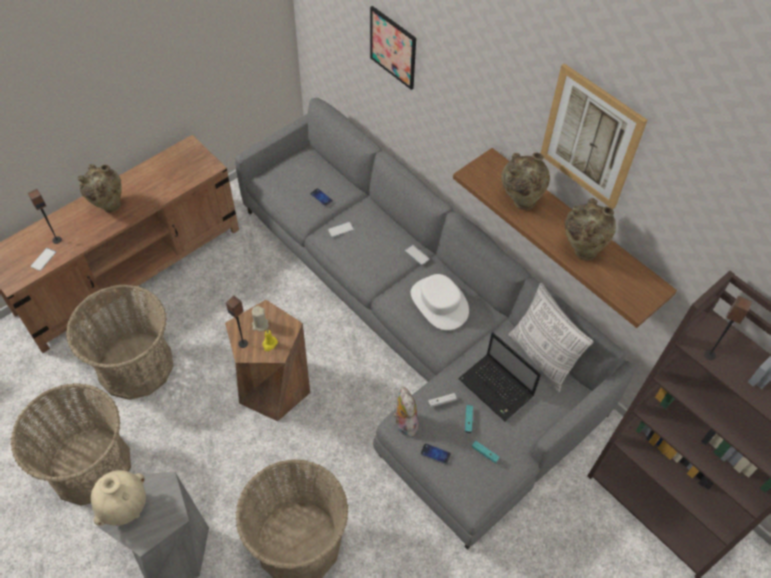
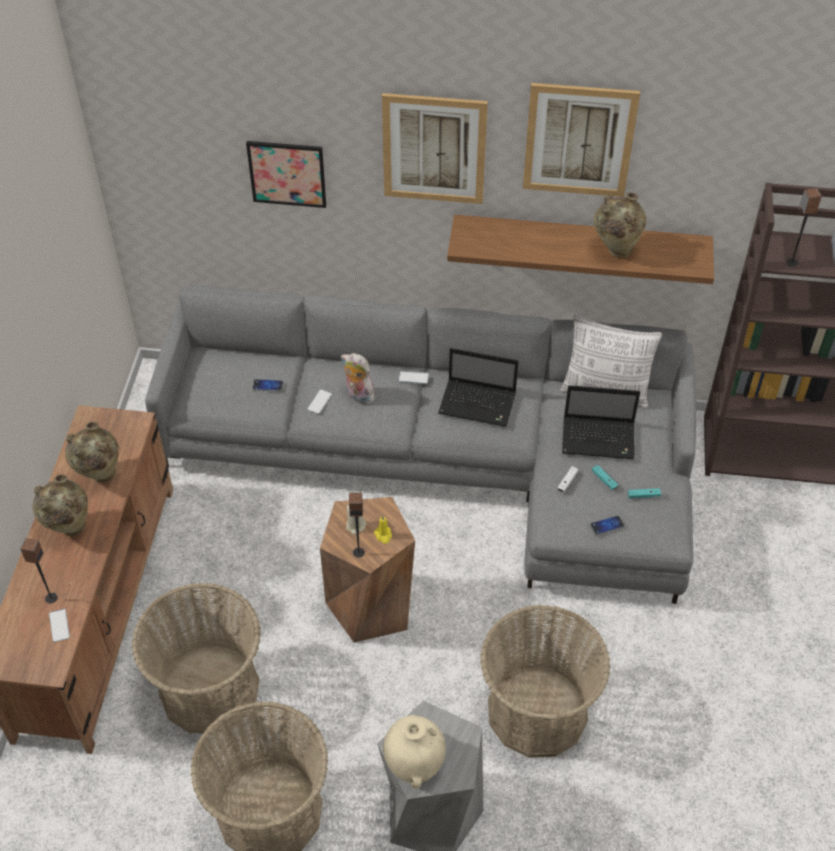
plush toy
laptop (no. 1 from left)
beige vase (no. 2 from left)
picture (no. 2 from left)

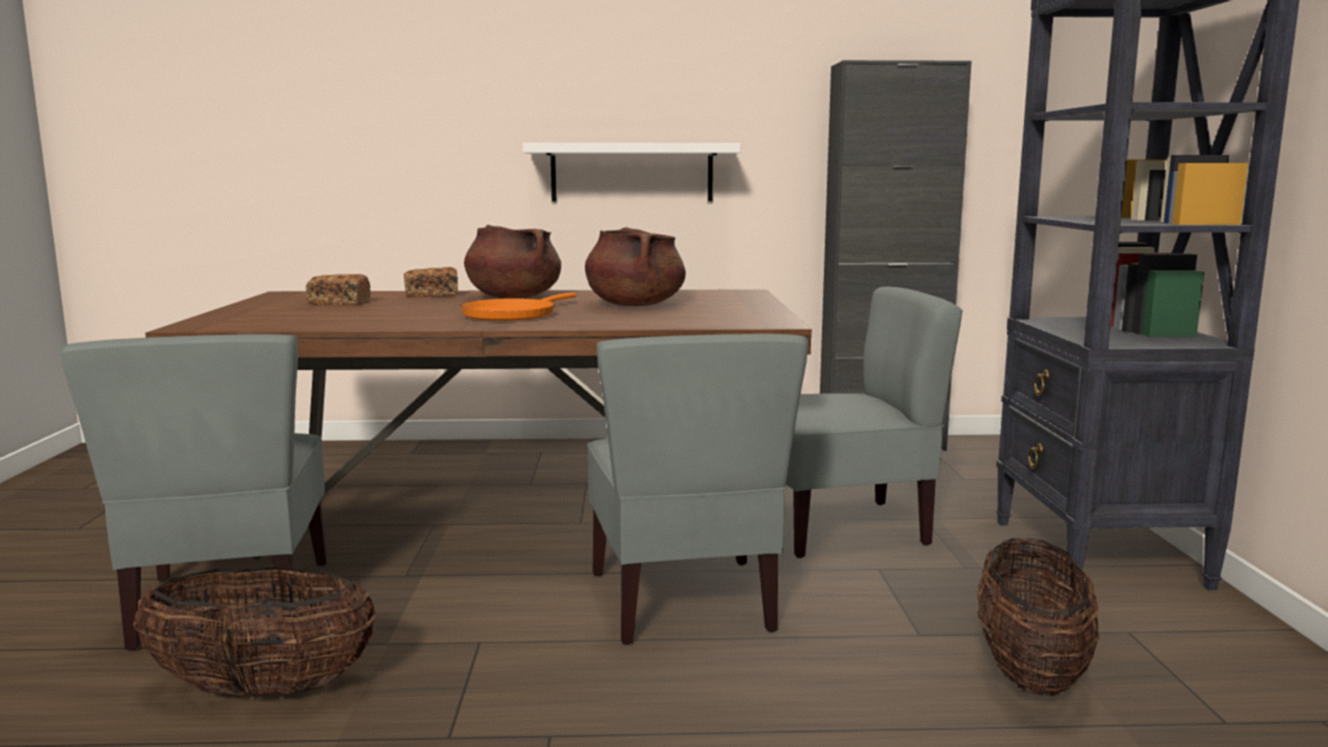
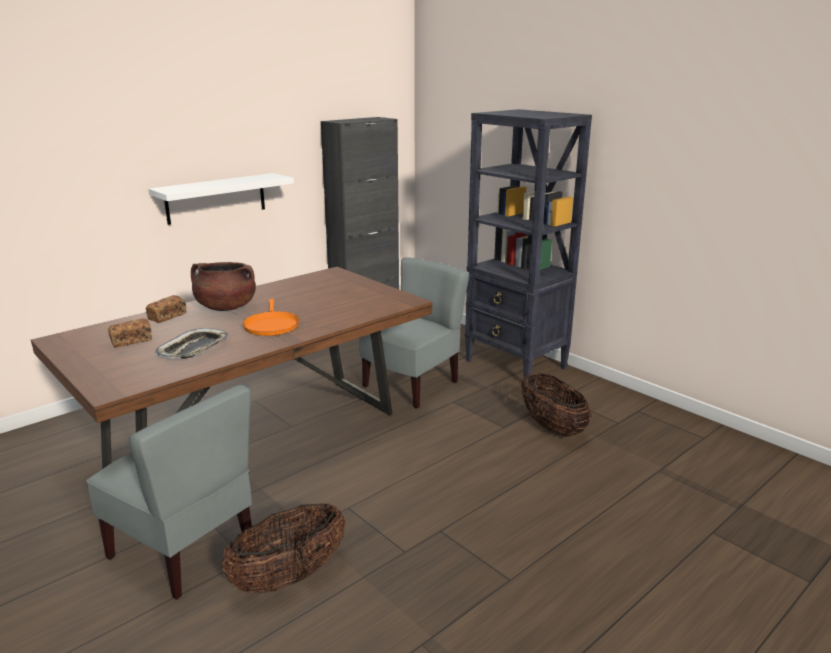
brown stockpot (no. 2 from left in the first image)
gray plain chair (no. 2 from left in the first image)
carrying tray

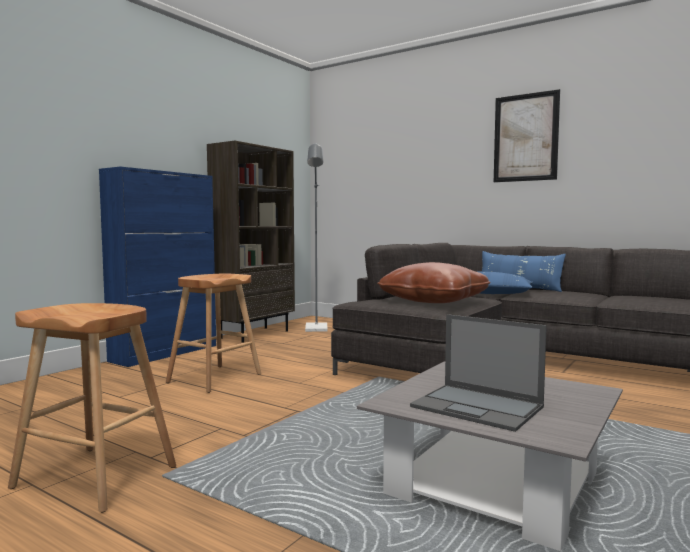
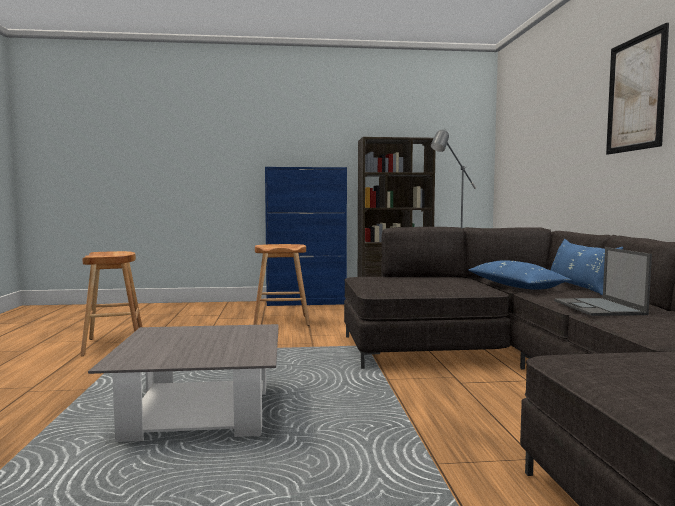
brown pillow
laptop

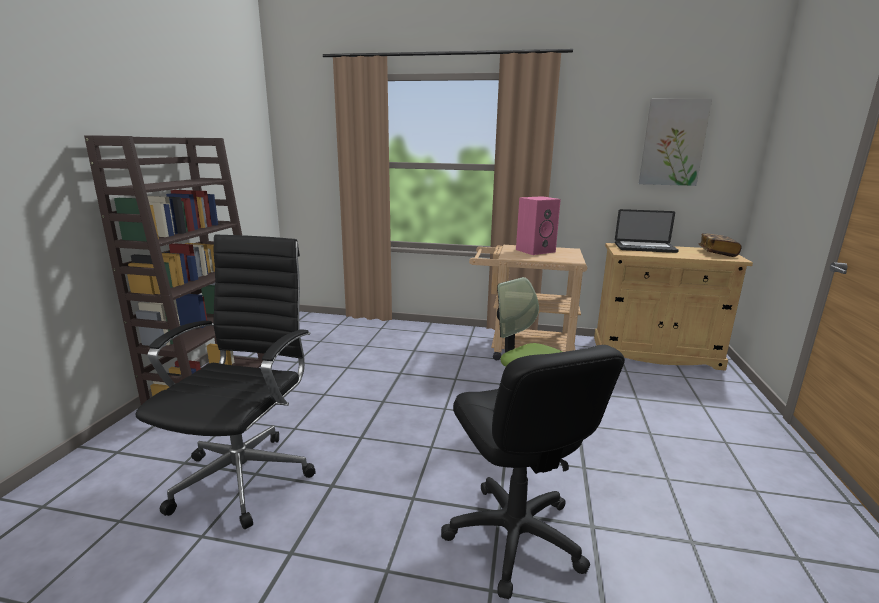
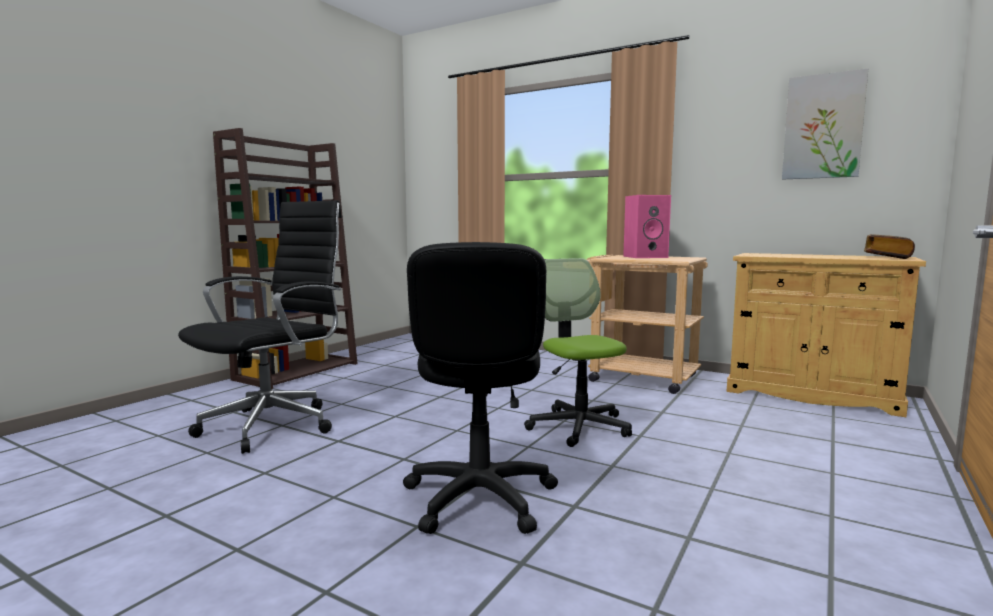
laptop

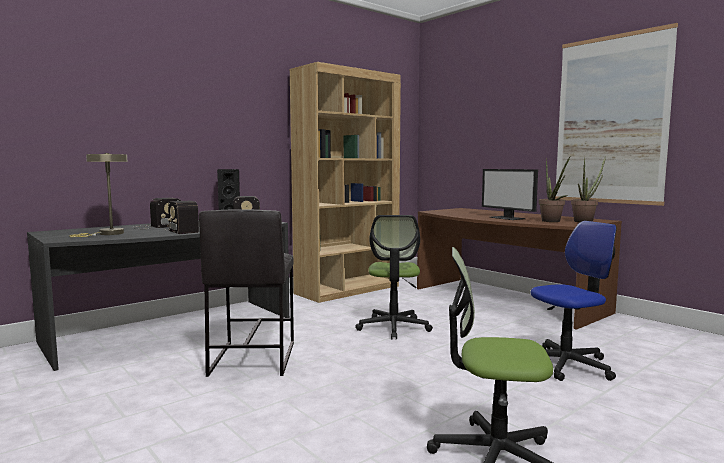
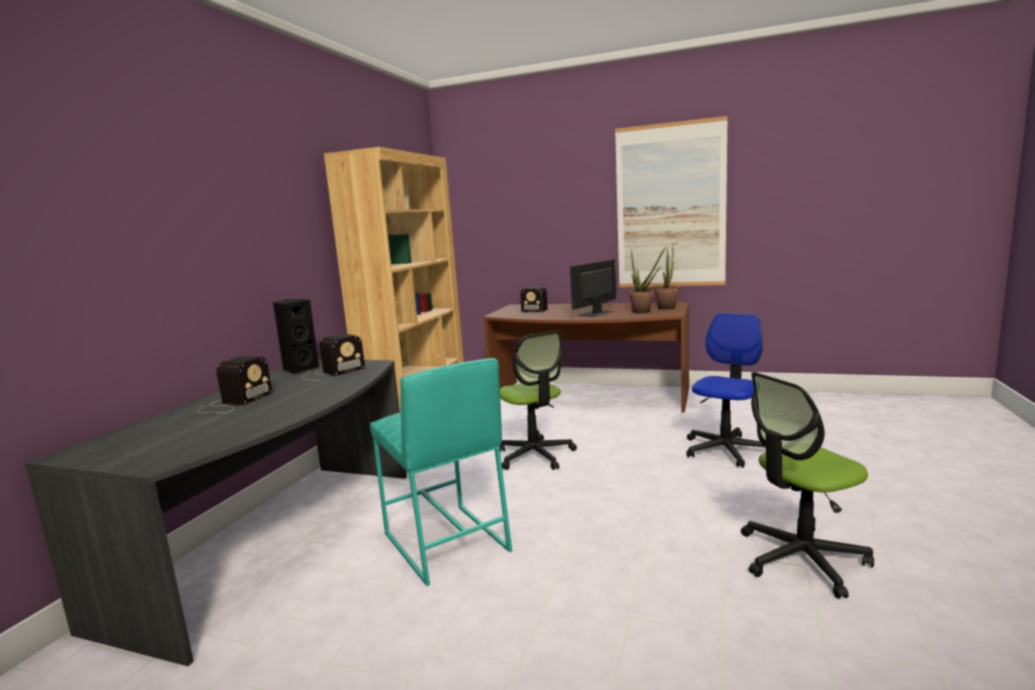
beige lamp for a table
radio (no. 3 from left)
turquoise-coloured sitting stool
computer display

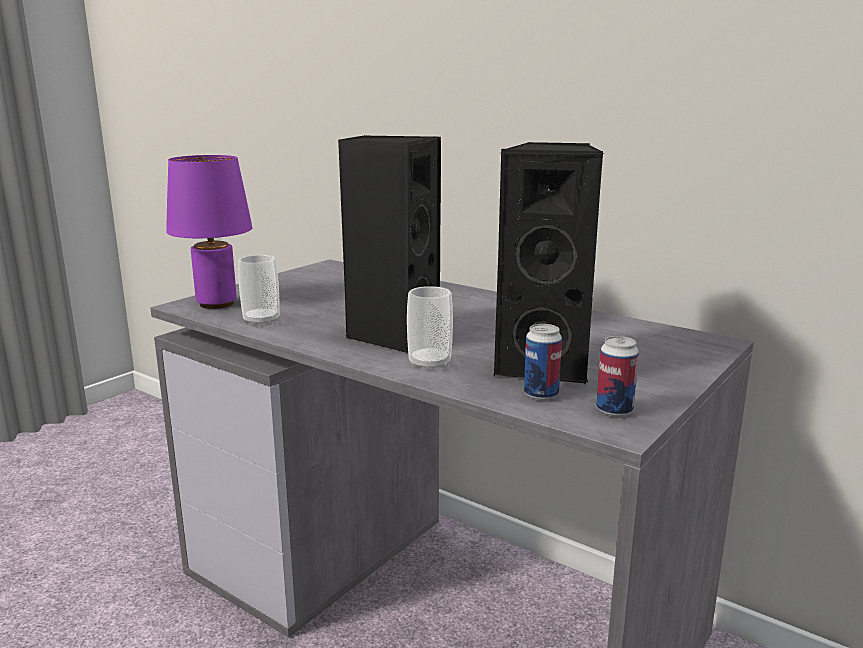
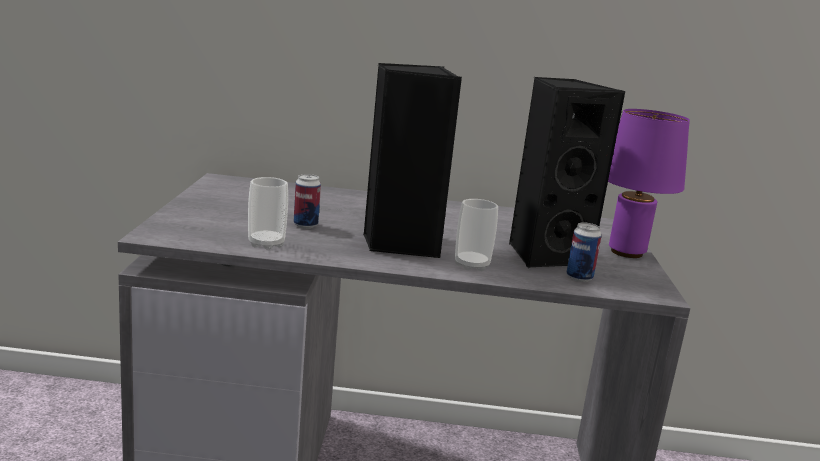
purple-coloured lamp for a table
can (no. 1 from left)

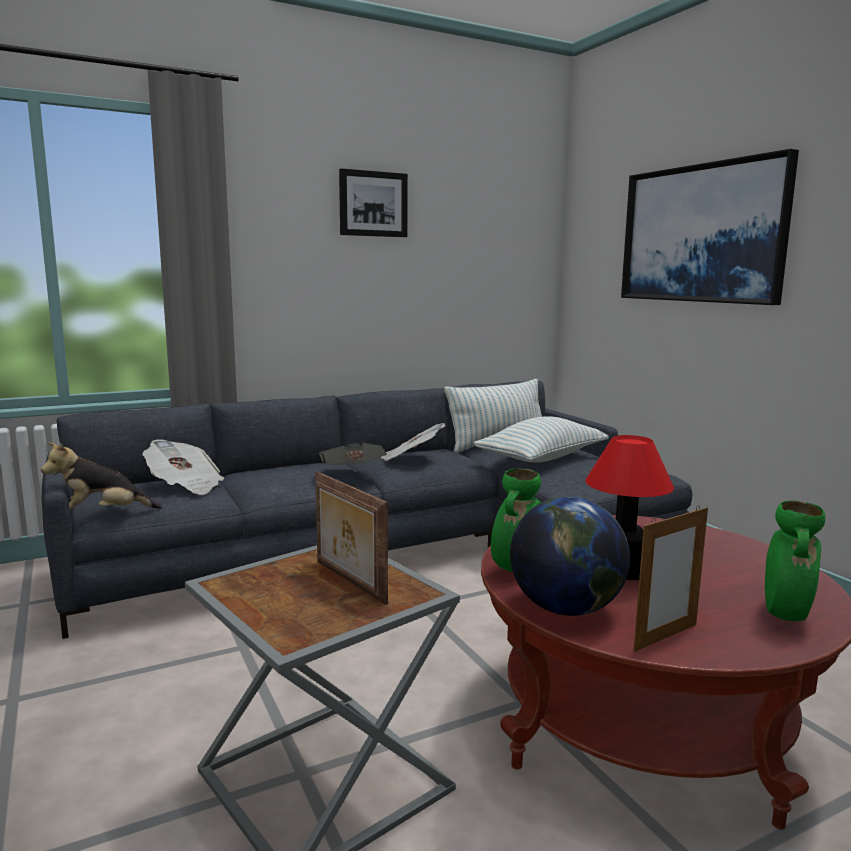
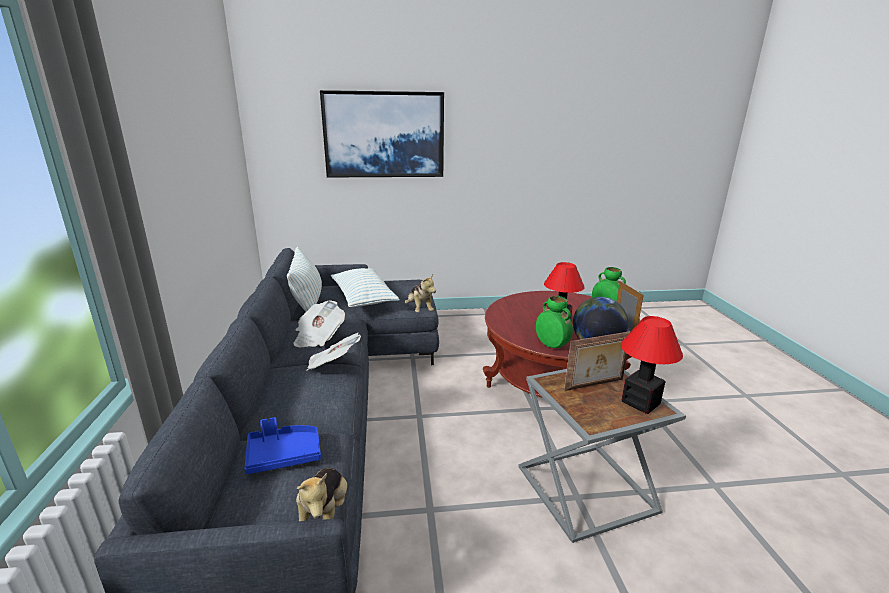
blue-coloured carrying tray
picture (no. 1 from left in the first image)
plush toy (no. 2 from left)
lamp for a table (no. 2 from left)

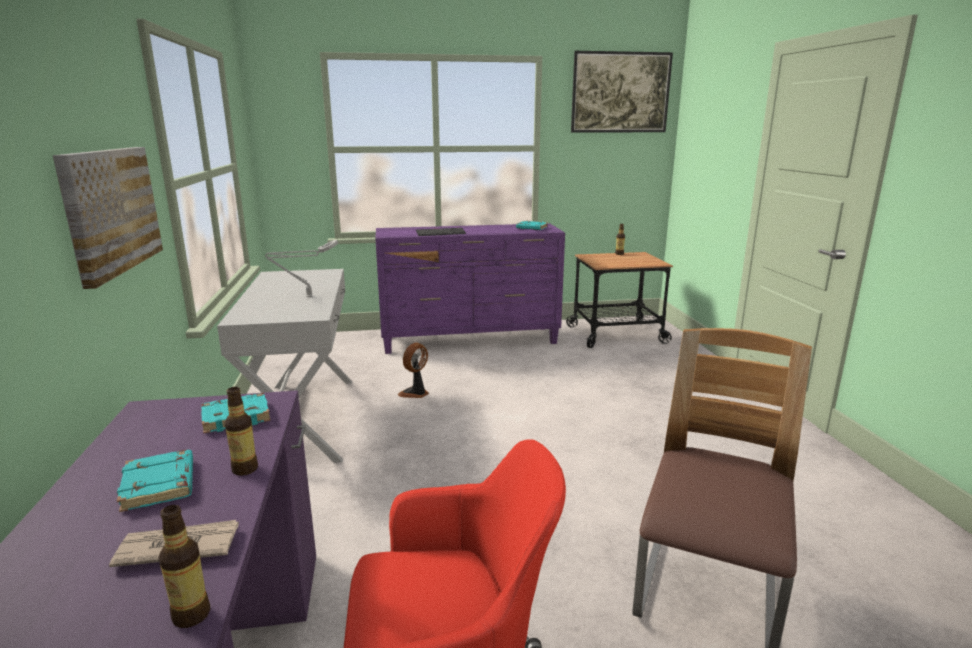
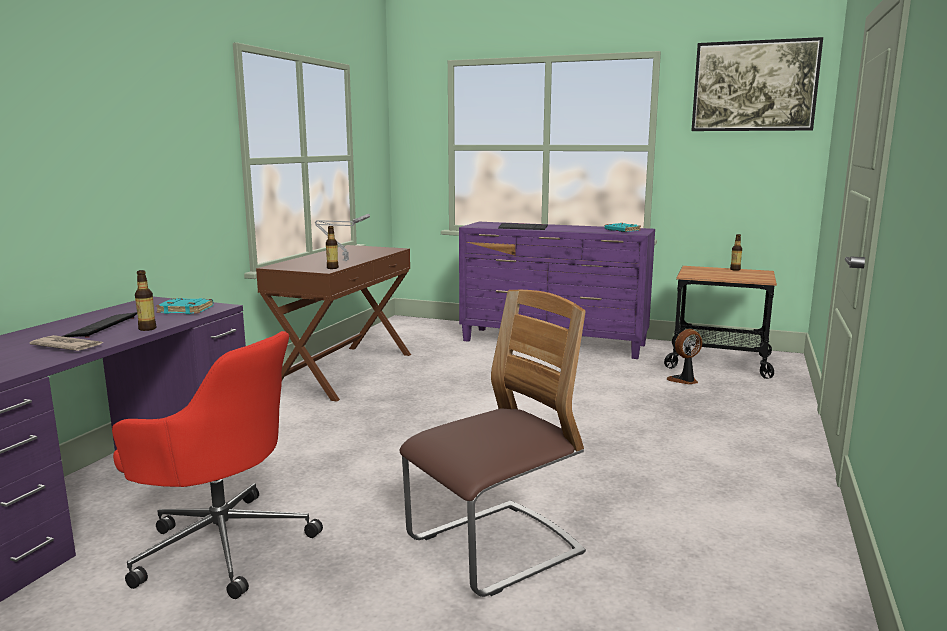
picture (no. 1 from left in the first image)
keyboard (no. 1 from left)
bottle (no. 2 from left)
brown console table
electric fan

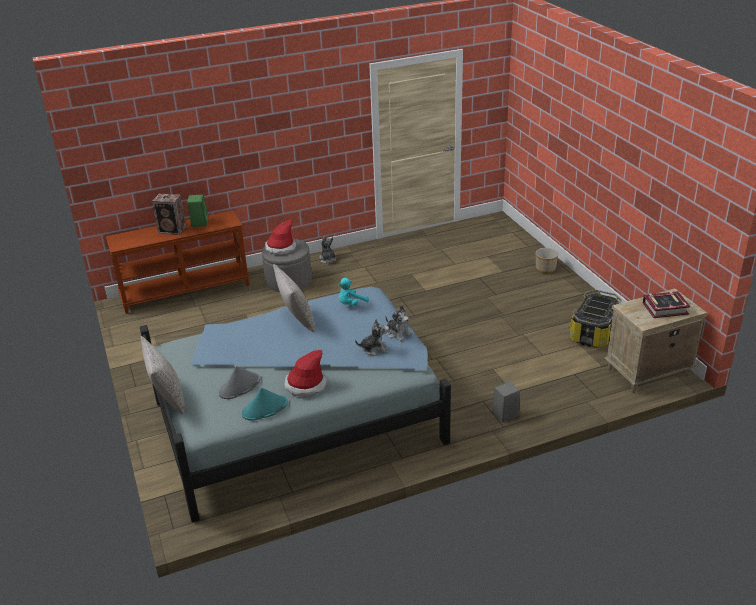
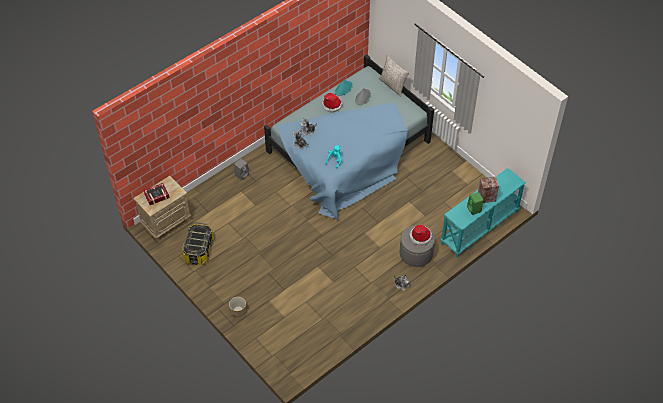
turquoise-coloured console table
gray pillow (no. 2 from left in the first image)

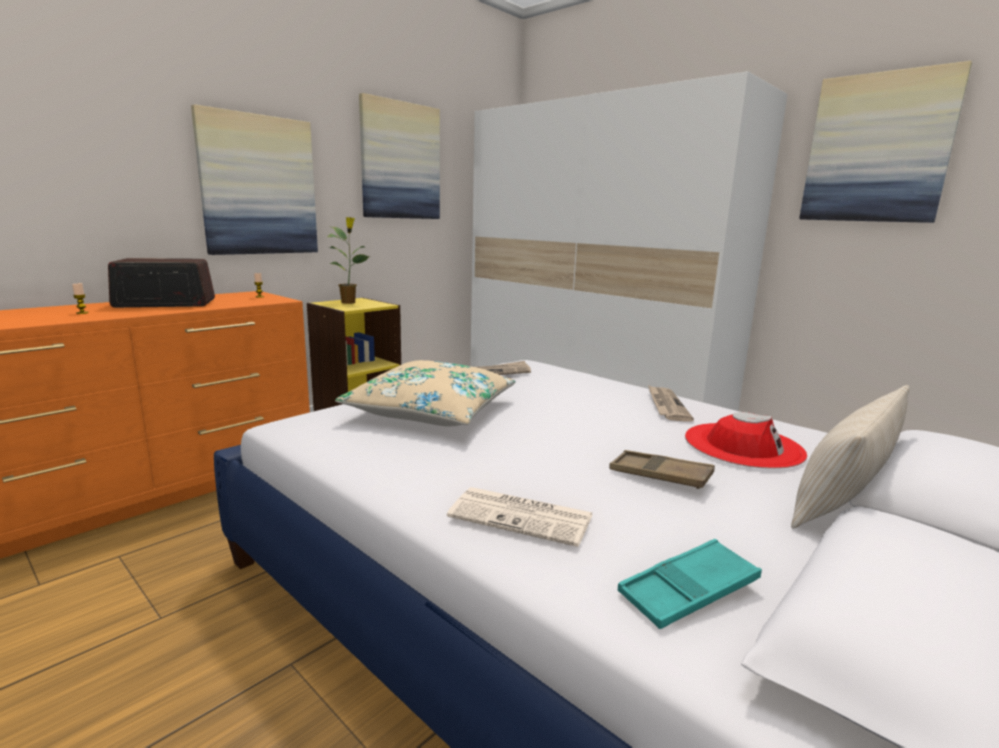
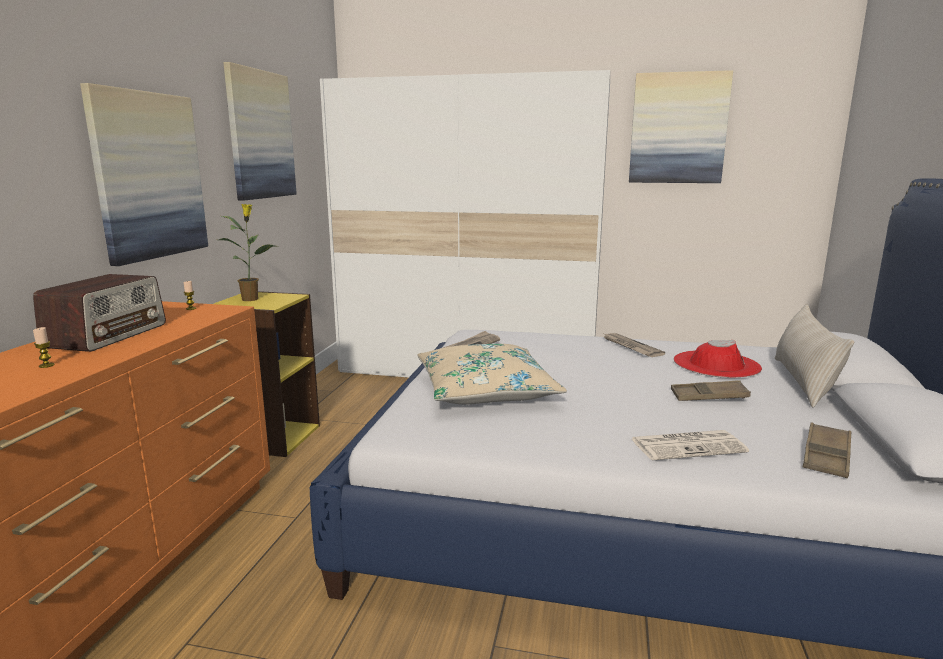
radio
brown carrying tray (no. 2 from left)

